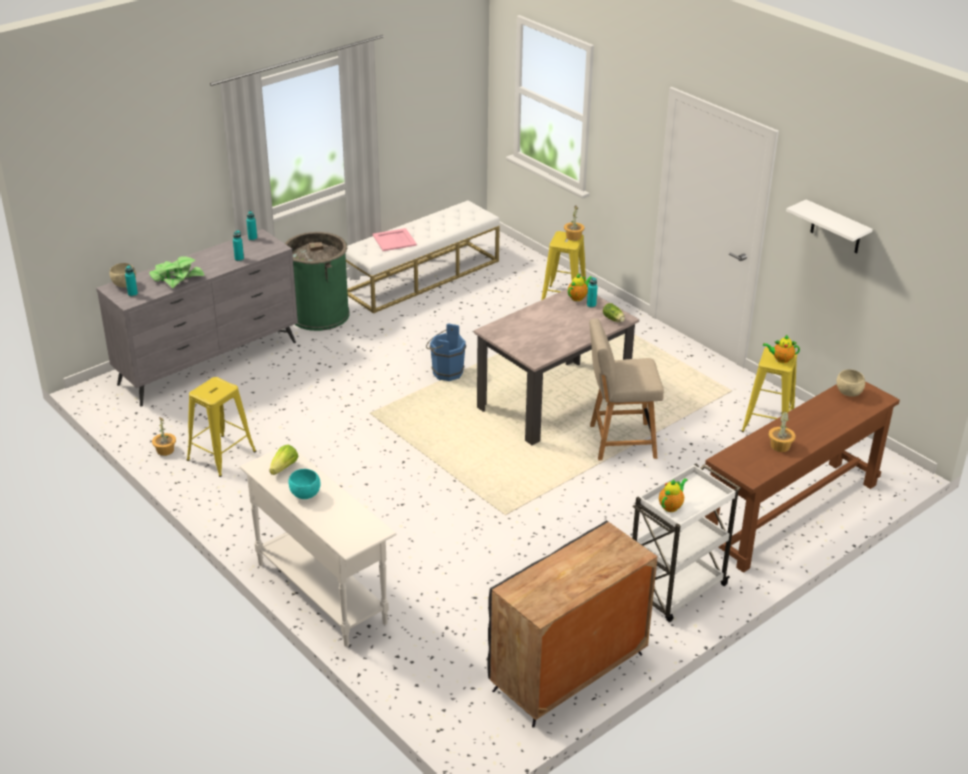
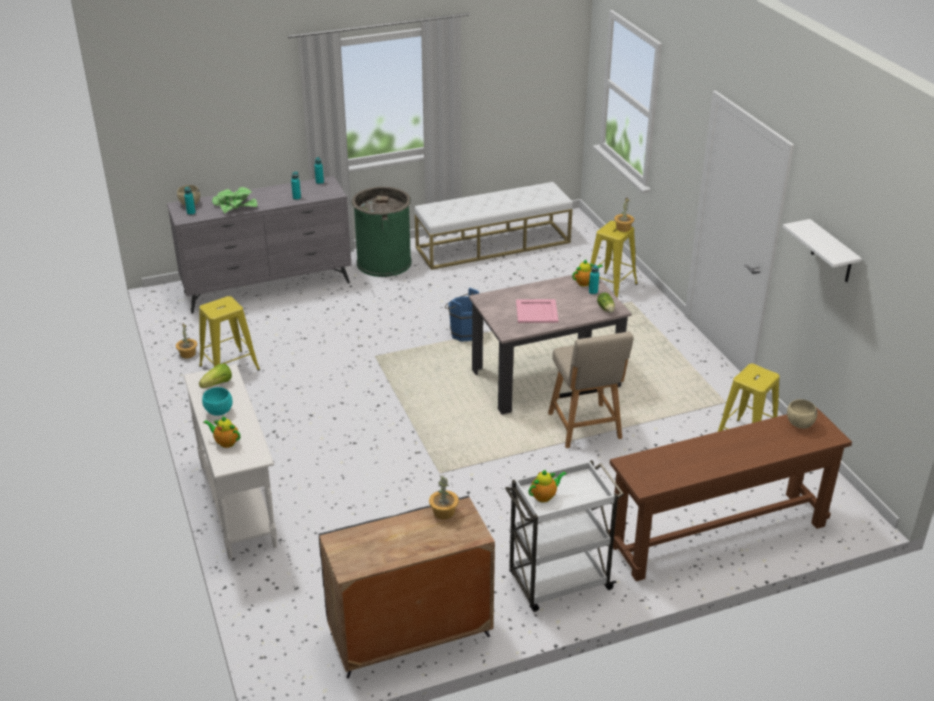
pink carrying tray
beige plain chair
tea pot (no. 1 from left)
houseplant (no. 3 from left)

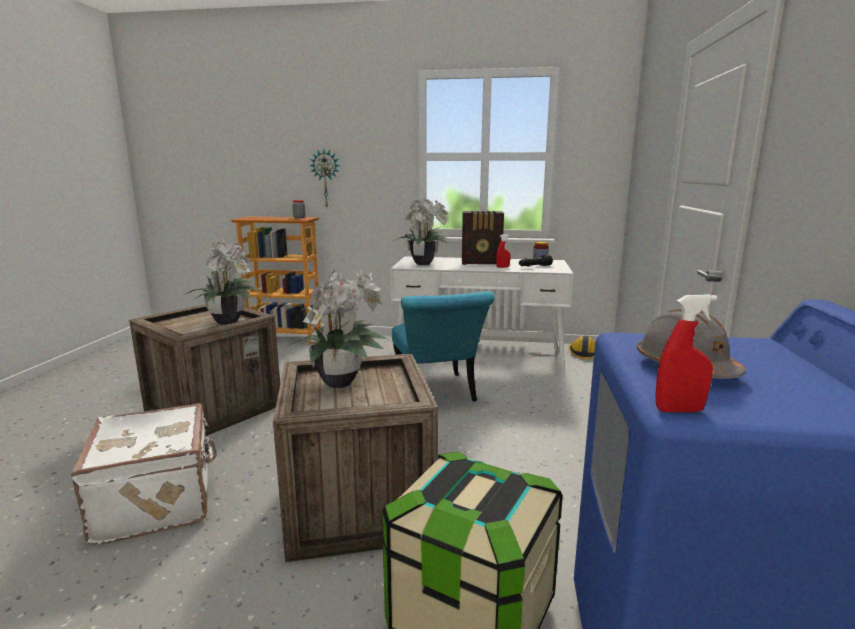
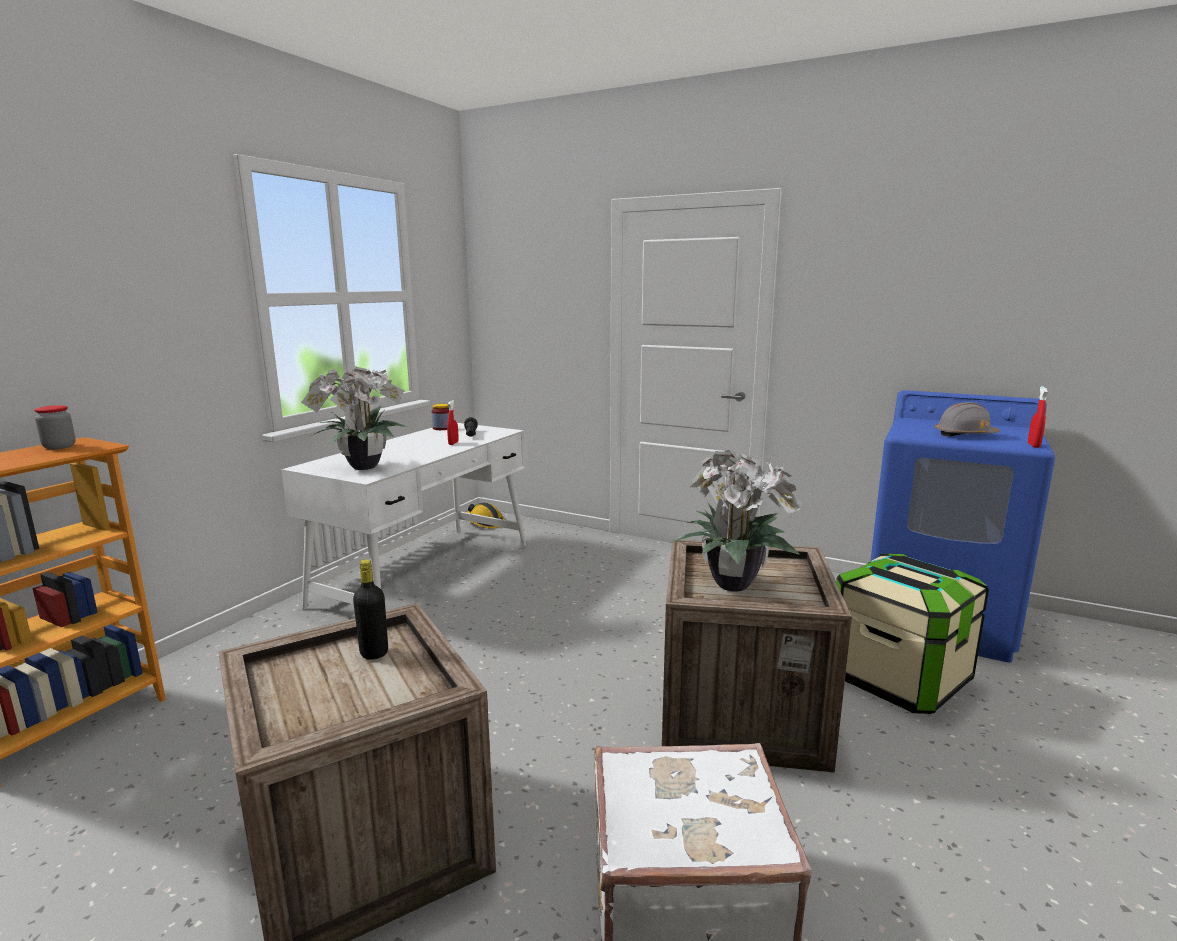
blackish bottle
wall clock
turquoise-coloured plain chair
radio

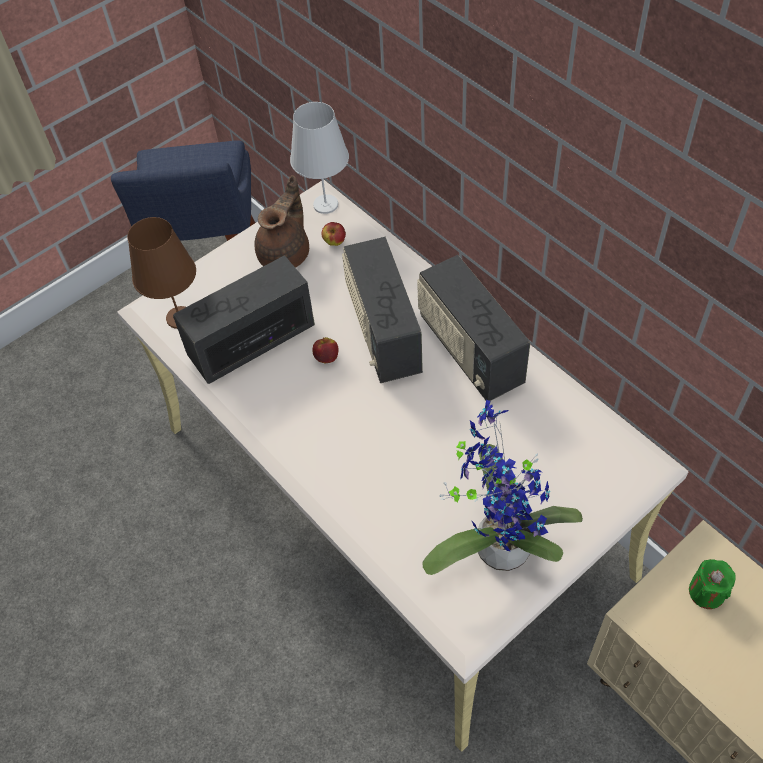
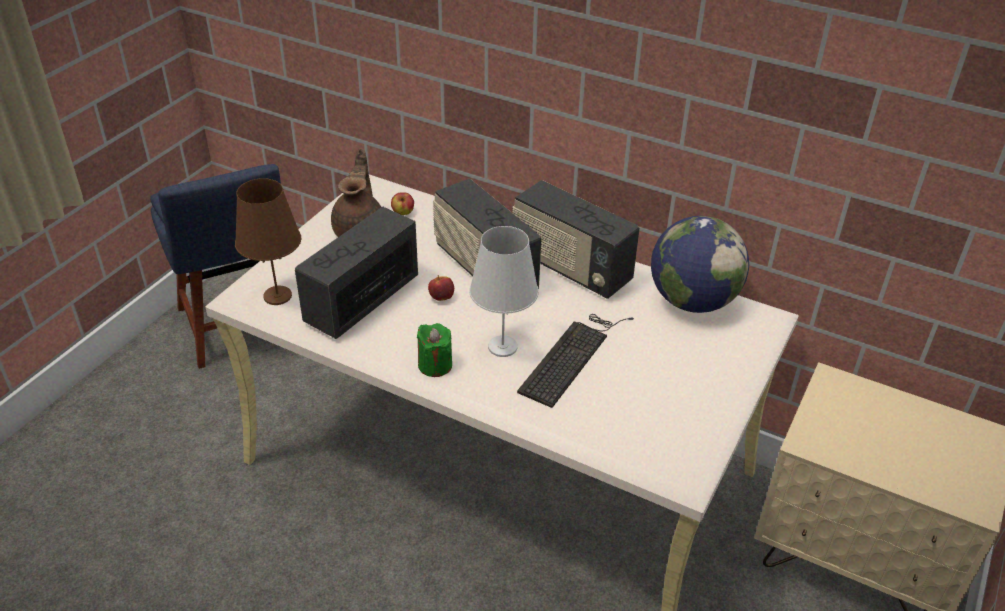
white lamp for a table
houseplant
green wax light
keyboard
globe

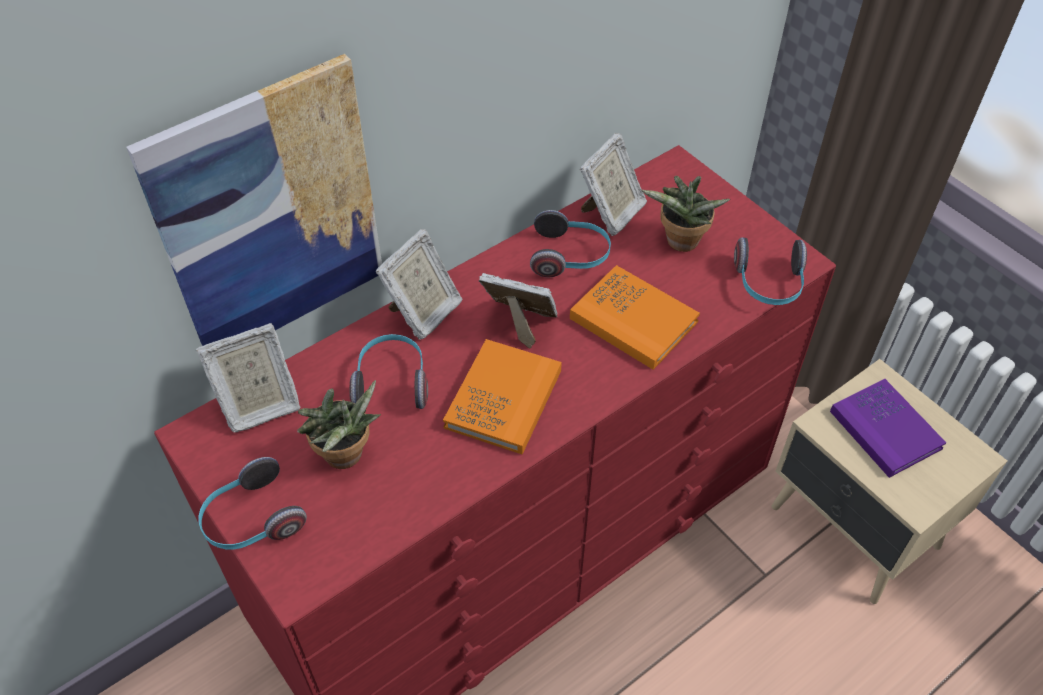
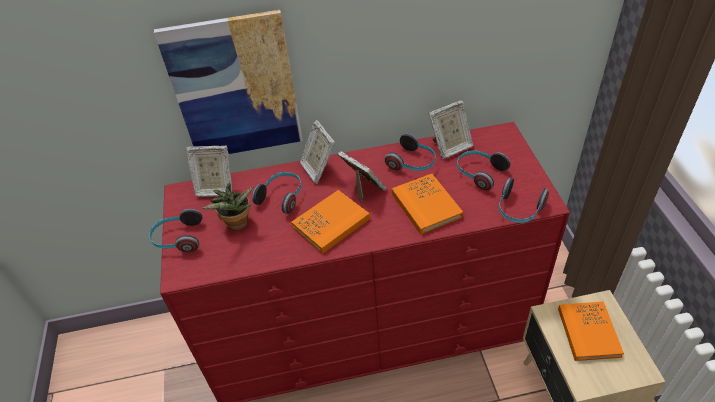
photo frame (no. 2 from left)
headphones (no. 4 from left)
orangey bound book (no. 3 from left)

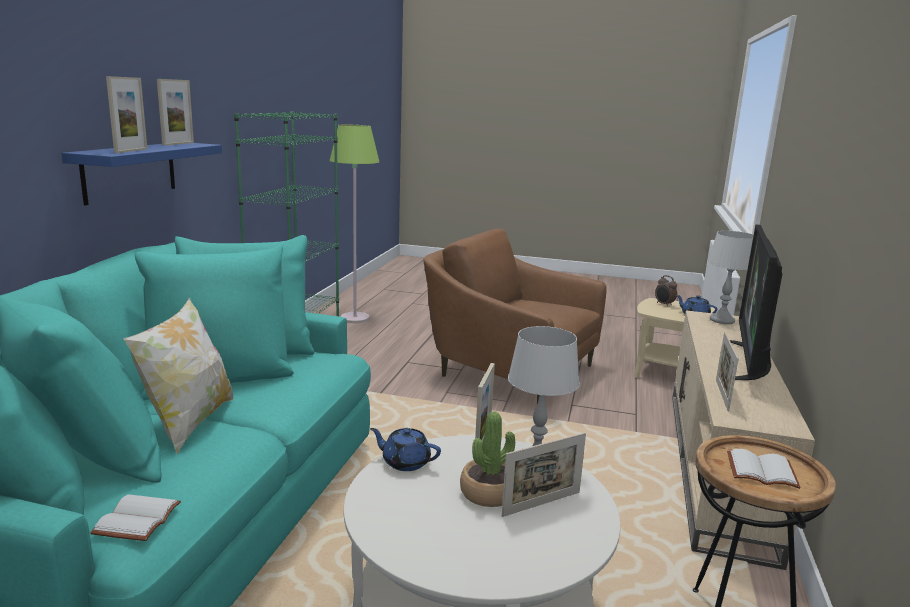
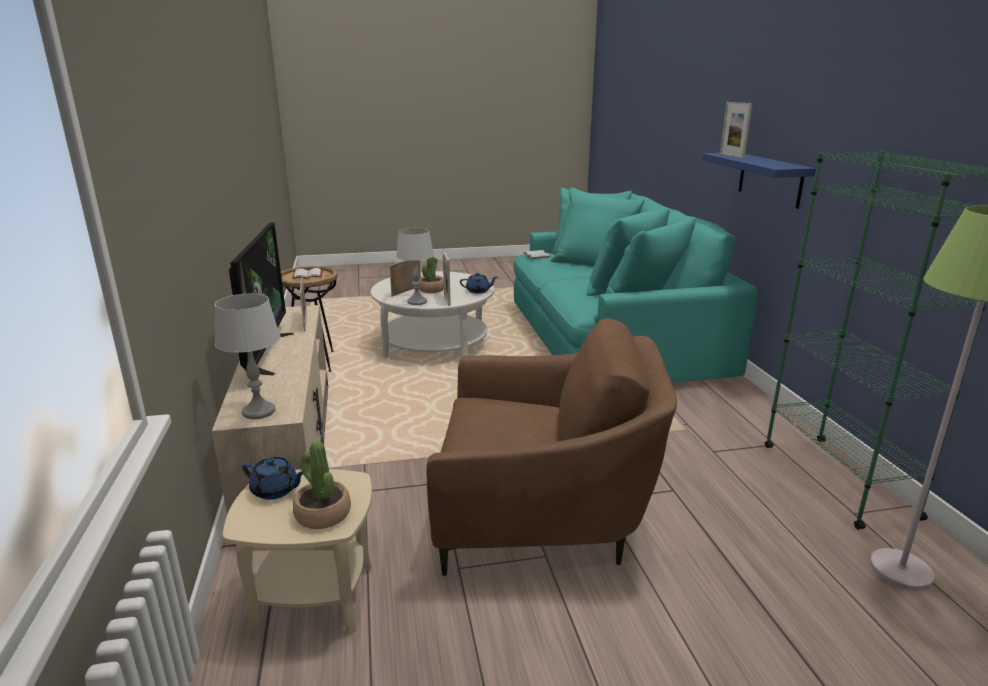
pillow
photo frame (no. 2 from left in the first image)
houseplant (no. 1 from left)

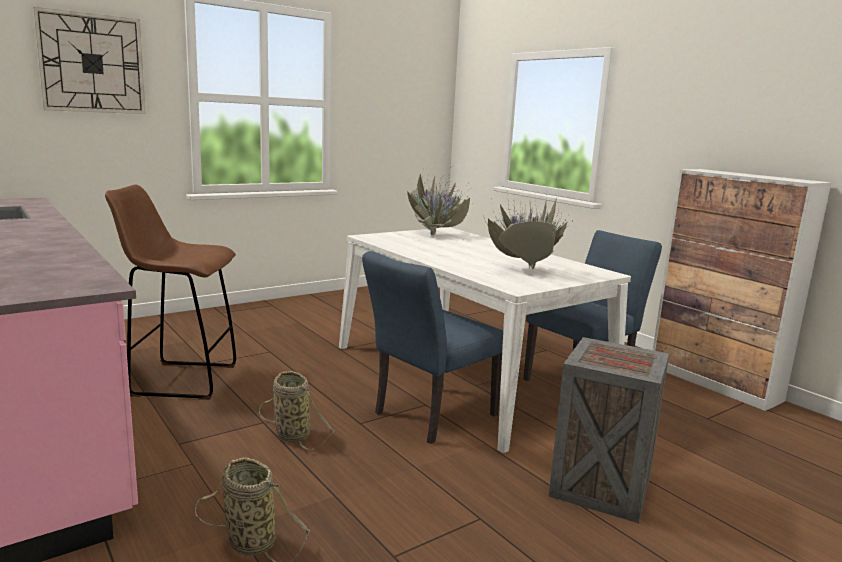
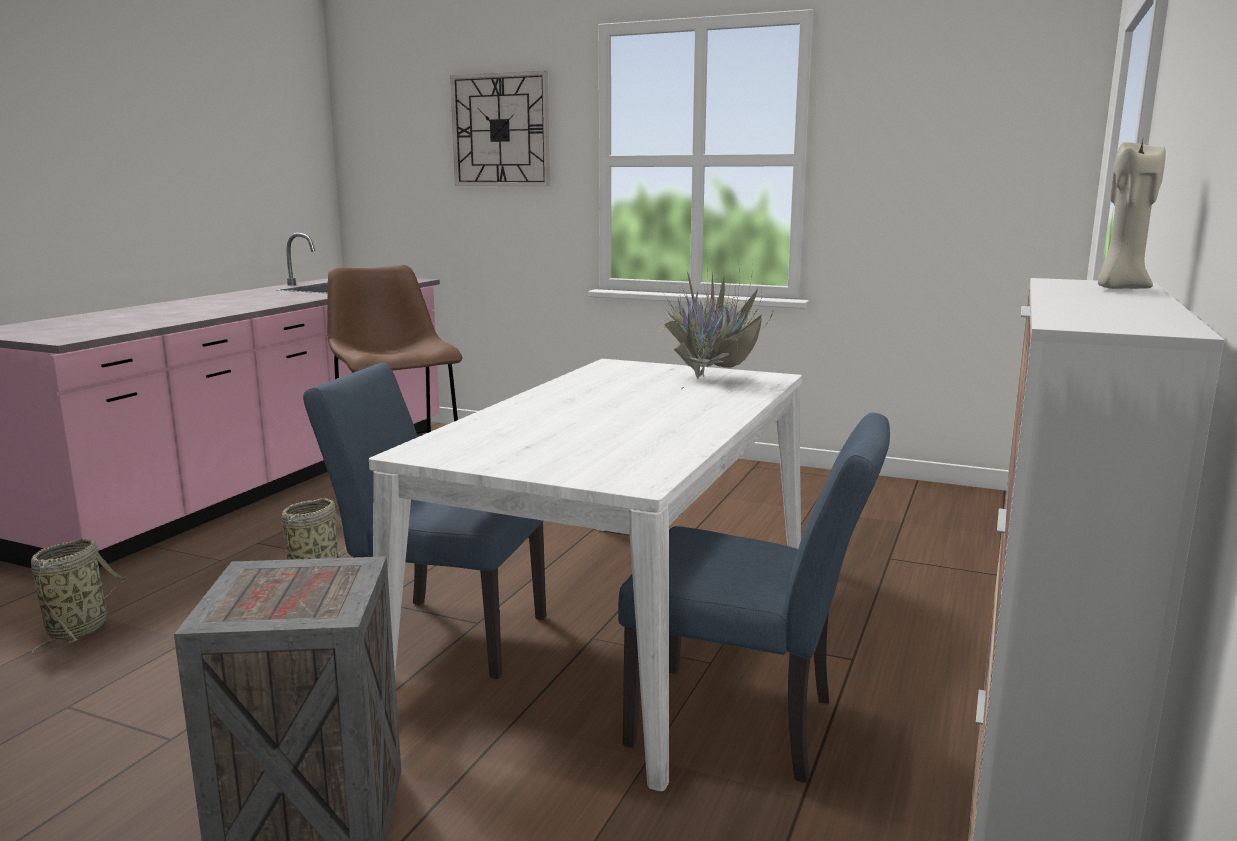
houseplant (no. 2 from left in the first image)
beige wax light

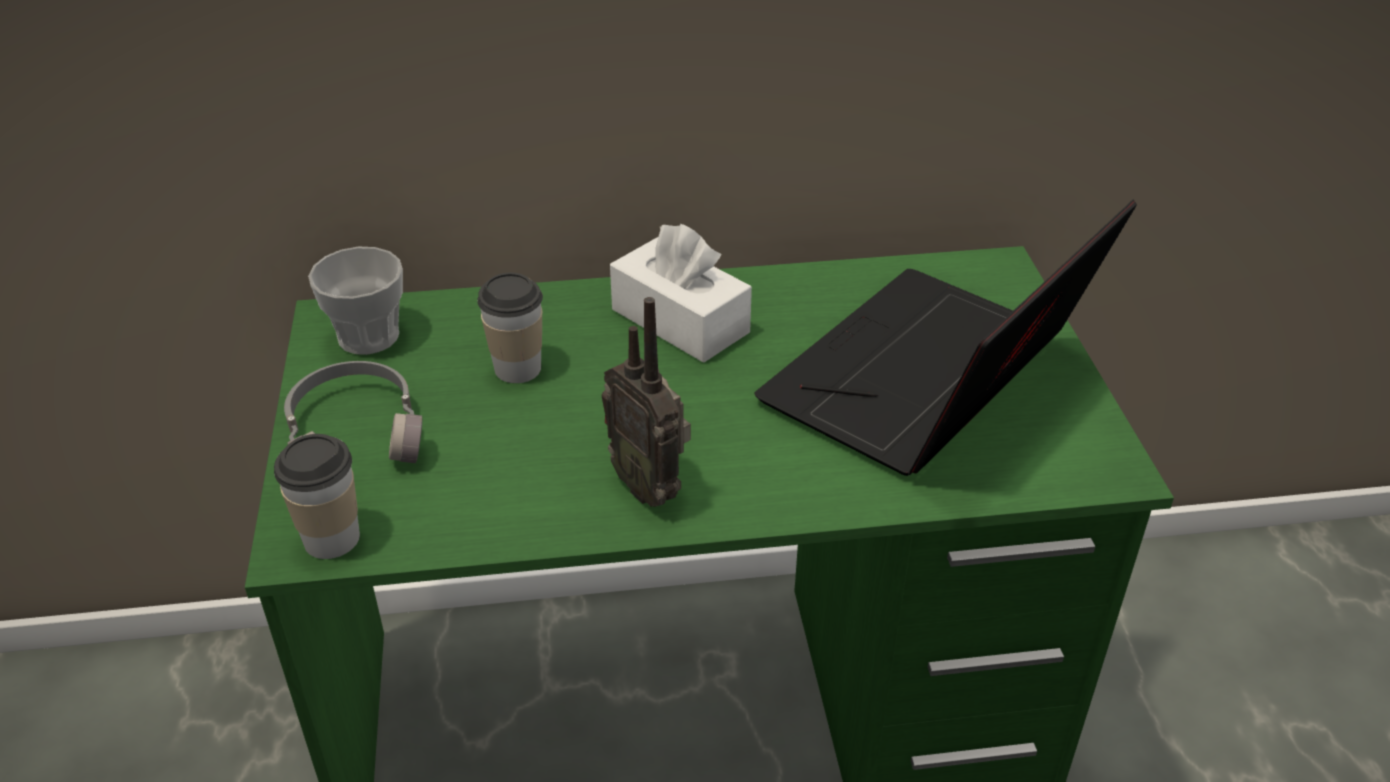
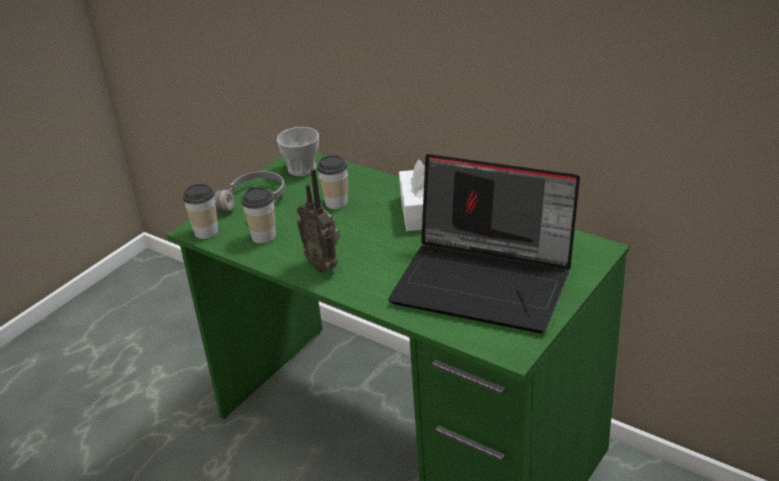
radio
laptop
drinking cup (no. 2 from left)

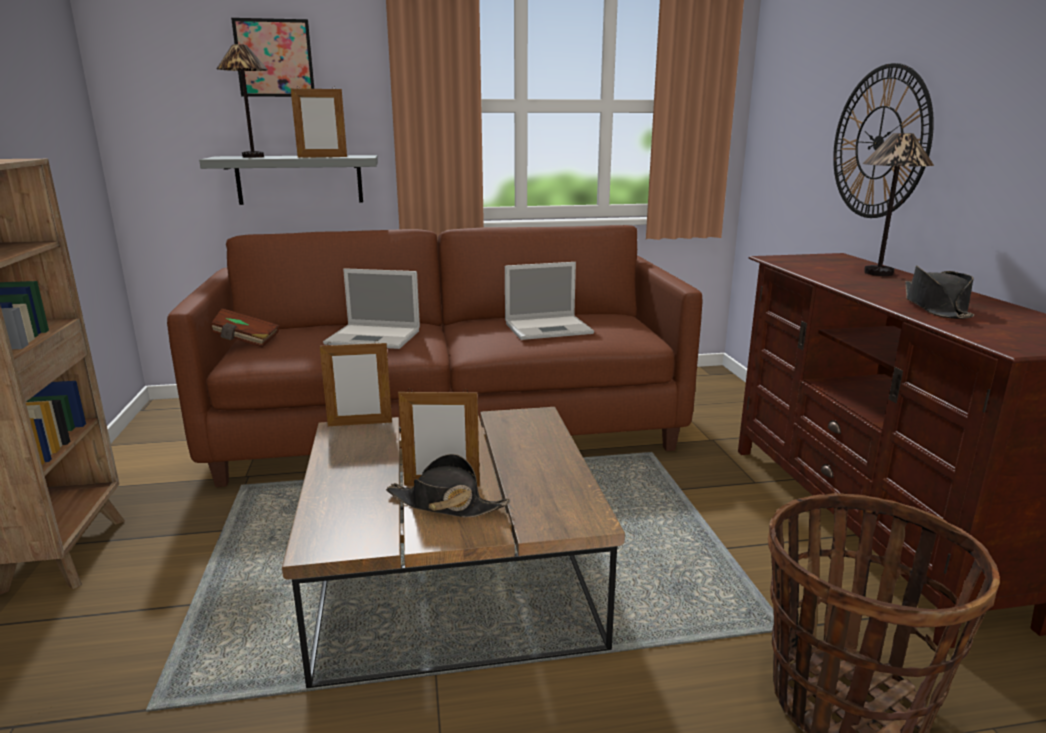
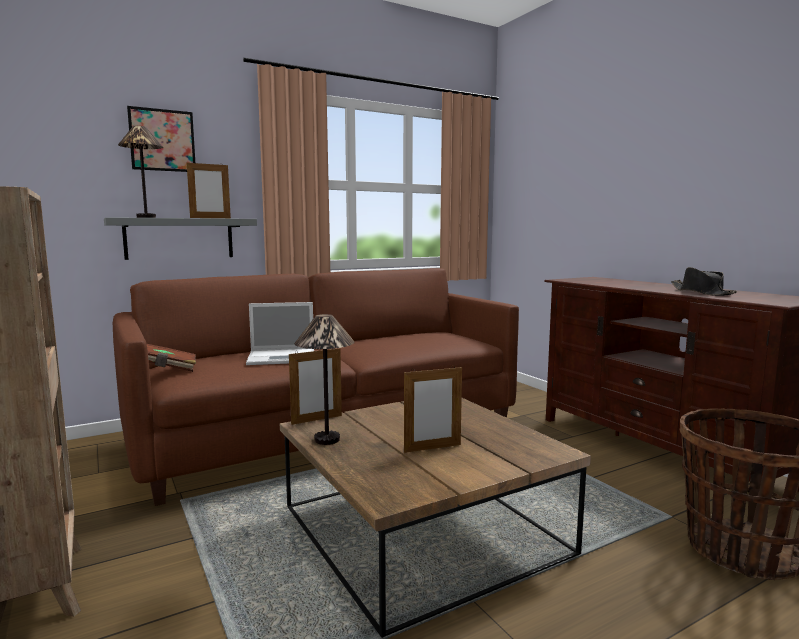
blackish hat (no. 1 from left in the first image)
laptop (no. 2 from left in the first image)
wall clock
lamp for a table (no. 2 from left)

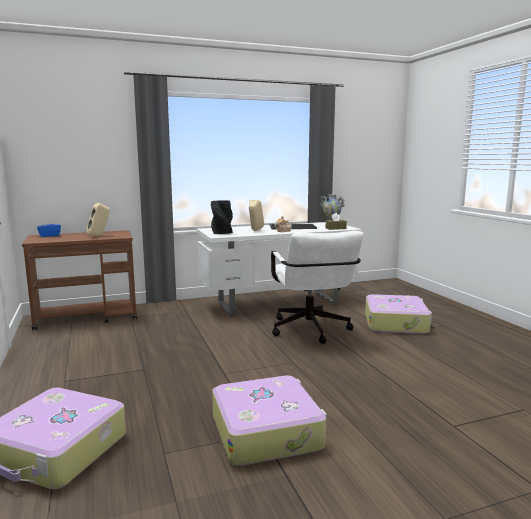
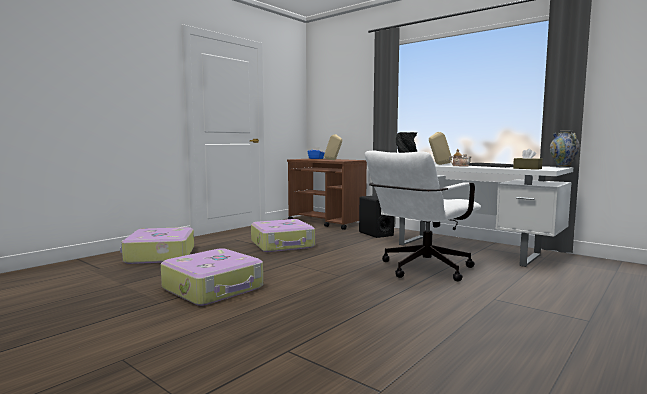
piece of luggage (no. 3 from left)
blackish loudspeaker

